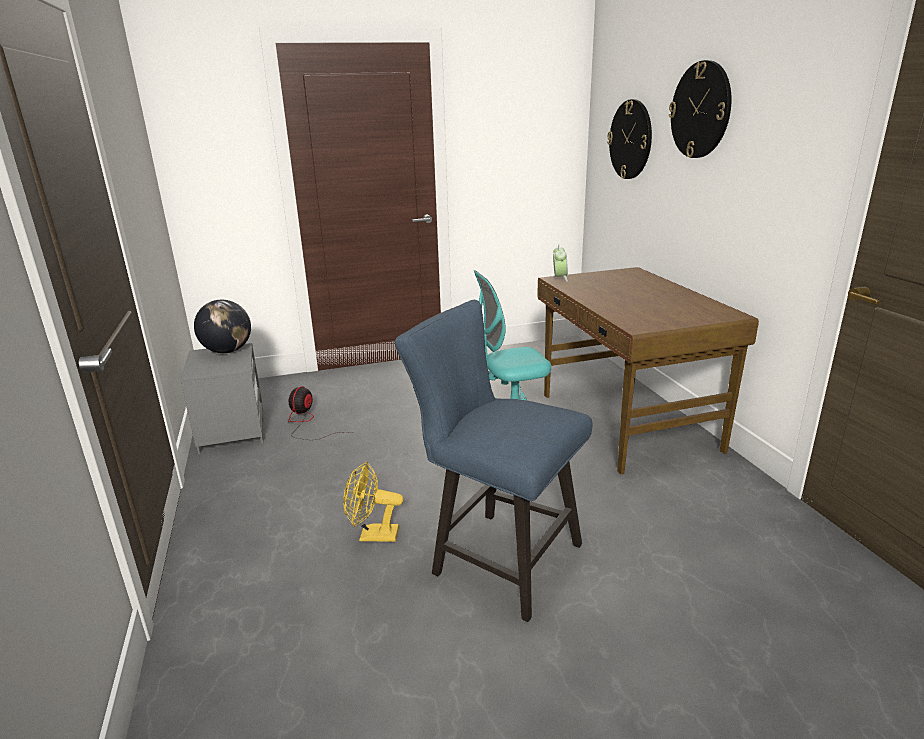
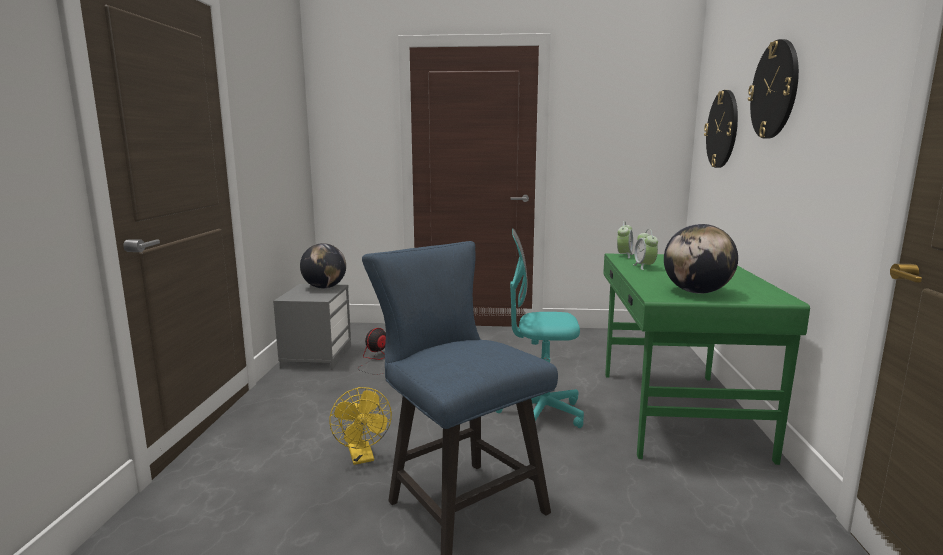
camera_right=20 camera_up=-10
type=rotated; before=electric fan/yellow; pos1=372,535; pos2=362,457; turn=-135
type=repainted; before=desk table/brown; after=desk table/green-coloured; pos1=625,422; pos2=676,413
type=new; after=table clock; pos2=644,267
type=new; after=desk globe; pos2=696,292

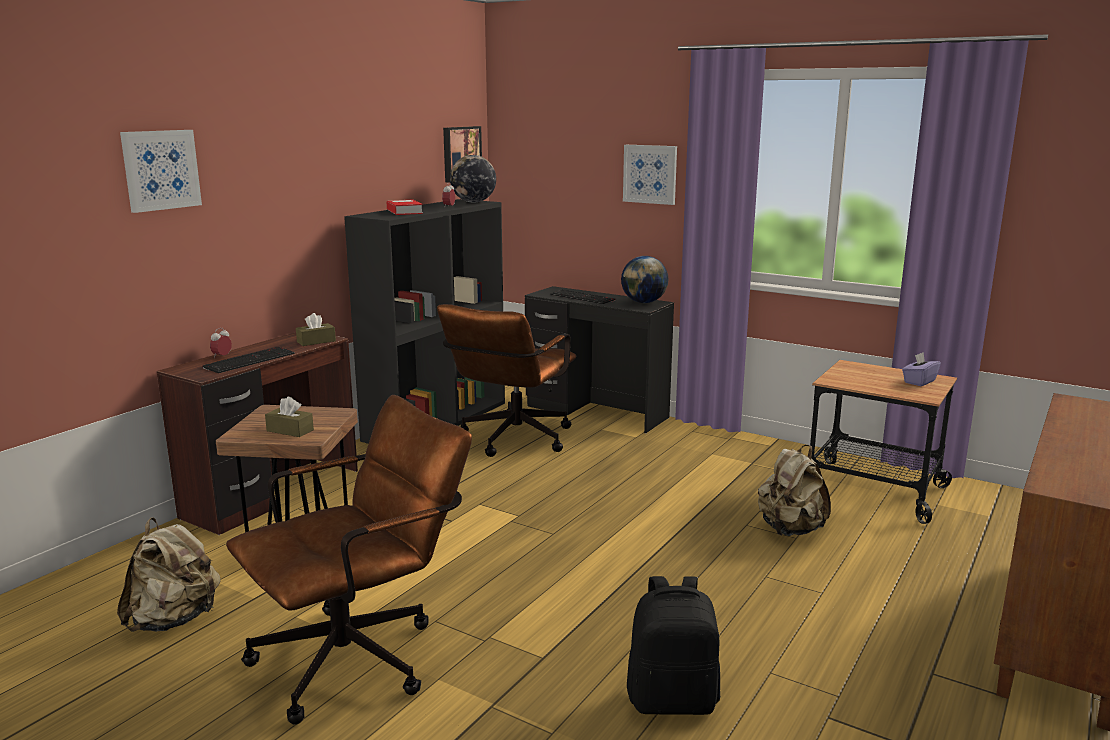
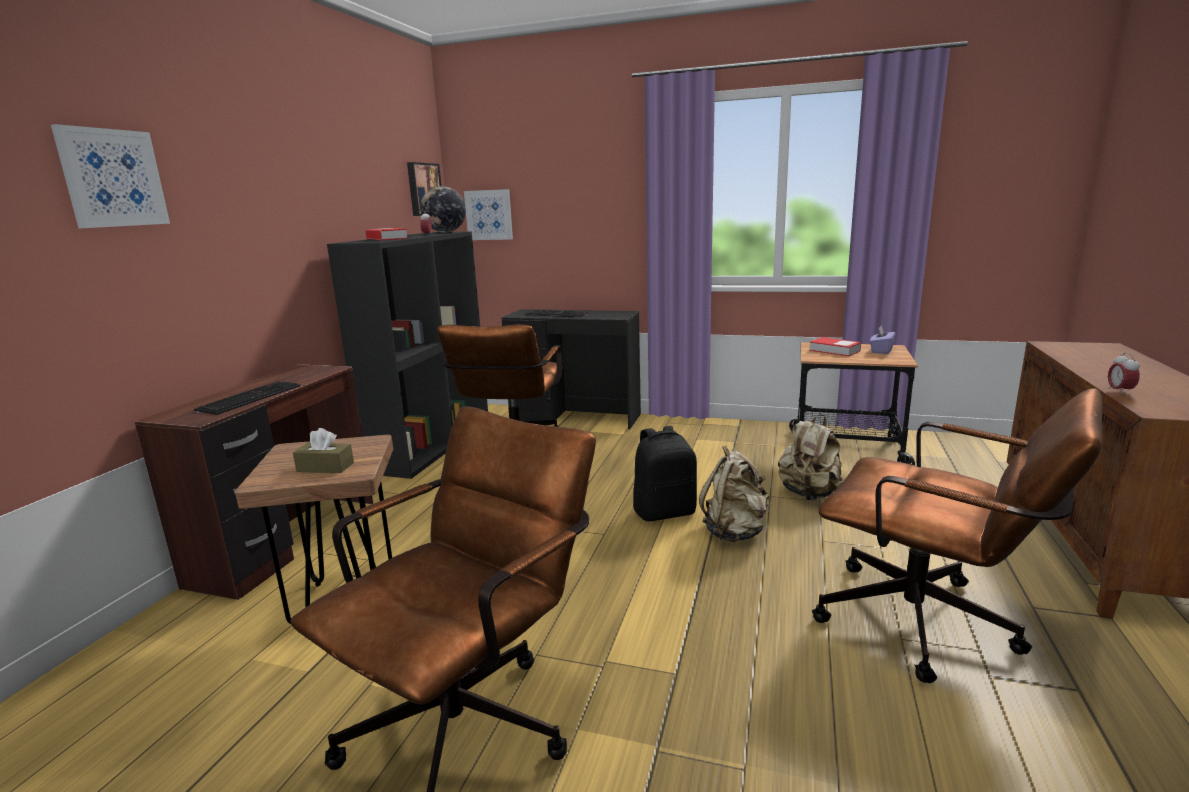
camera_right=-15 camera_up=0
type=shifted; before=wall picture; pos1=650,174; pos2=489,215
type=shifted; before=rucksack/black; pos1=673,699; pos2=664,512
type=shifted; before=rucksack/beige-coloured; pos1=174,620; pos2=735,532
type=new; after=volume; pos2=834,350
type=new; after=office chair/brown; pos2=932,626
type=shifted; before=table clock; pos1=222,356; pos2=1119,391
type=gone; before=tissue holder/brown; pos1=316,341
type=gone; before=desk globe; pos1=644,302

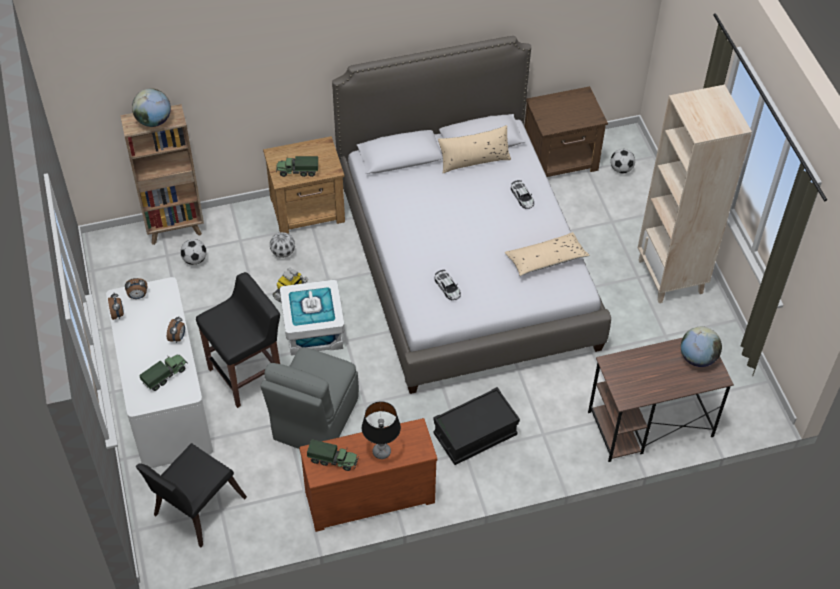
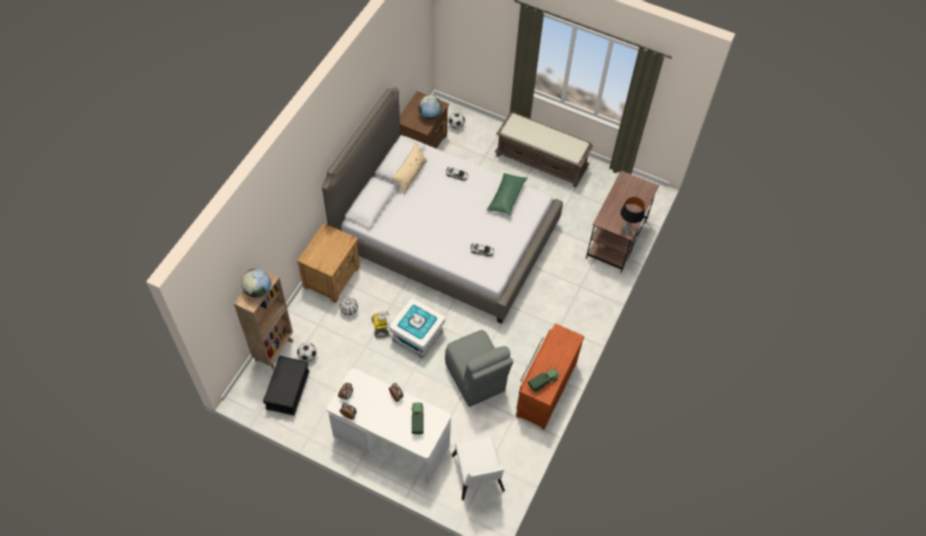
camera_right=-50 camera_up=5
type=shifted; before=storage bin/black; pos1=475,435; pos2=288,390
type=shifted; before=desk globe; pos1=697,358; pos2=430,115
type=repainted; before=upright chair/black; after=upright chair/white-coloured; pos1=195,510; pos2=477,477
type=repainted; before=throw pillow/beige-coloured; after=throw pillow/green-coloured; pos1=546,259; pos2=506,197
type=swapped; before=bookshelf/beige-coloured; after=indoor bench/brown; pos1=671,277; pos2=542,161
type=shifted; before=lamp for a table; pos1=382,452; pos2=627,229
type=gone; before=stool/black; pos1=247,375
type=gone; before=toy truck; pos1=297,171

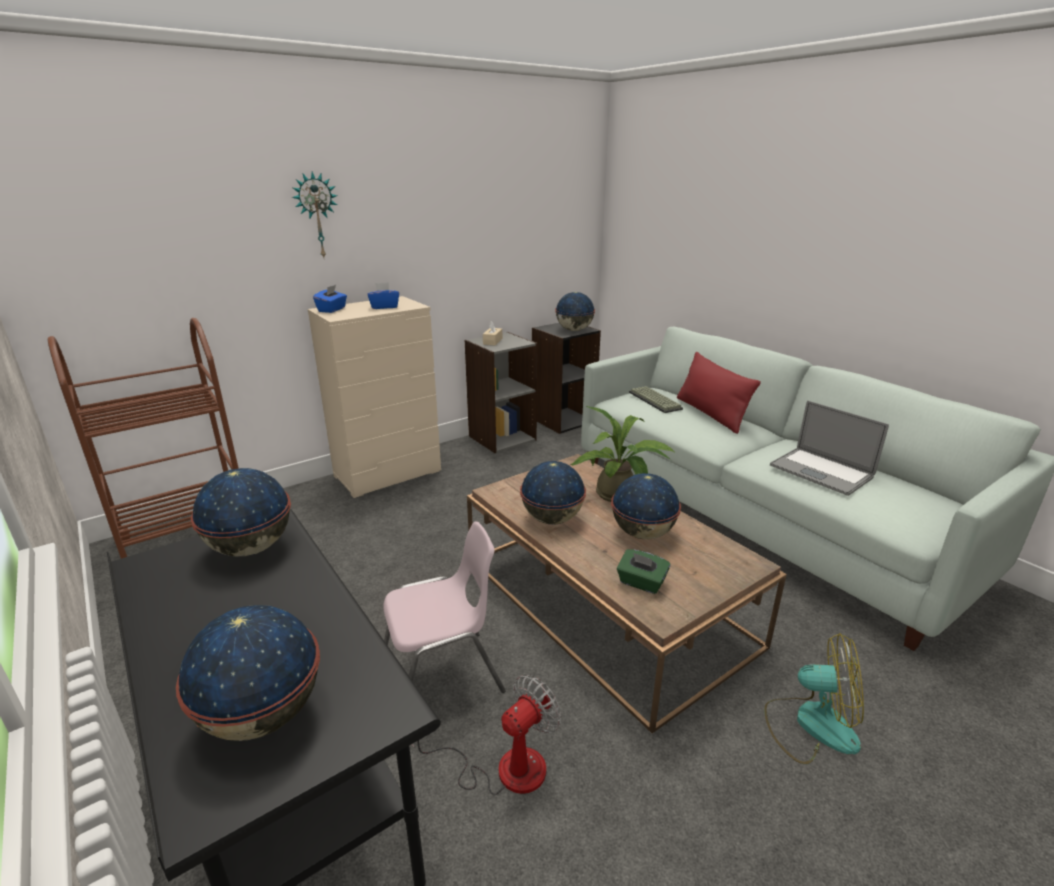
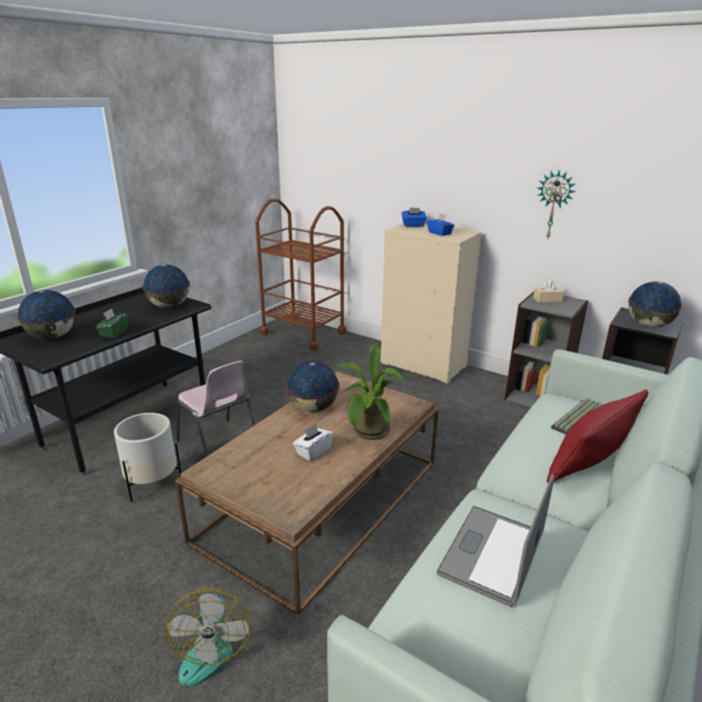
camera_right=70 camera_up=0
type=shifted; before=tissue holder/green-coloured; pos1=641,583; pos2=114,333
type=swapped; before=electric fan; after=plant pot/white-coloured; pos1=503,769; pos2=152,484
type=swapped; before=desk globe; after=tissue holder/white-coloured; pos1=643,533; pos2=313,451
type=shifted; before=hanging clock; pos1=316,216; pos2=554,205

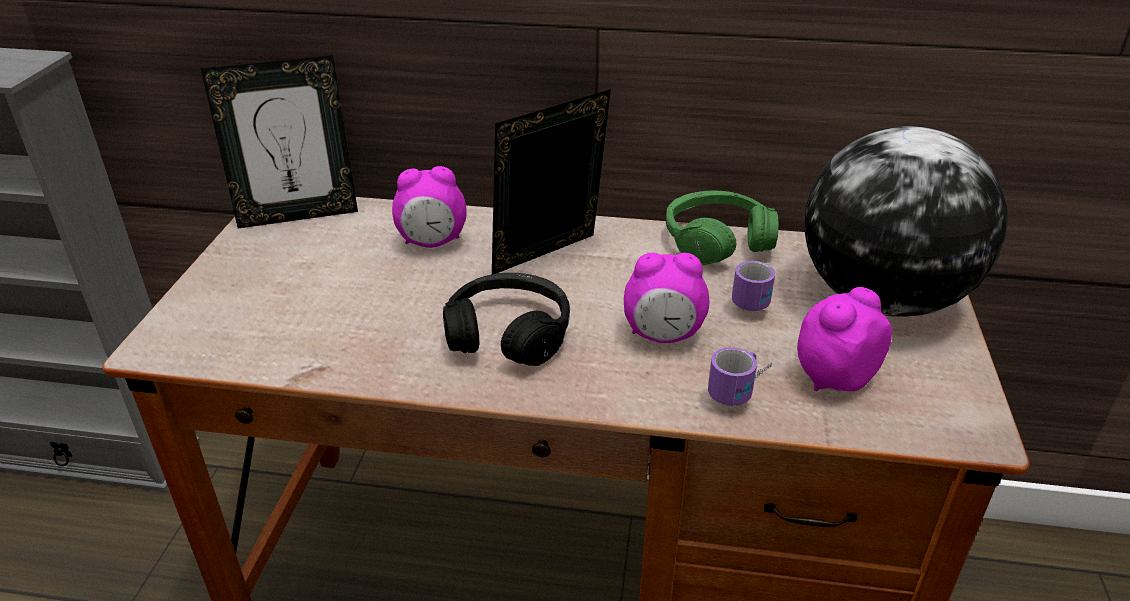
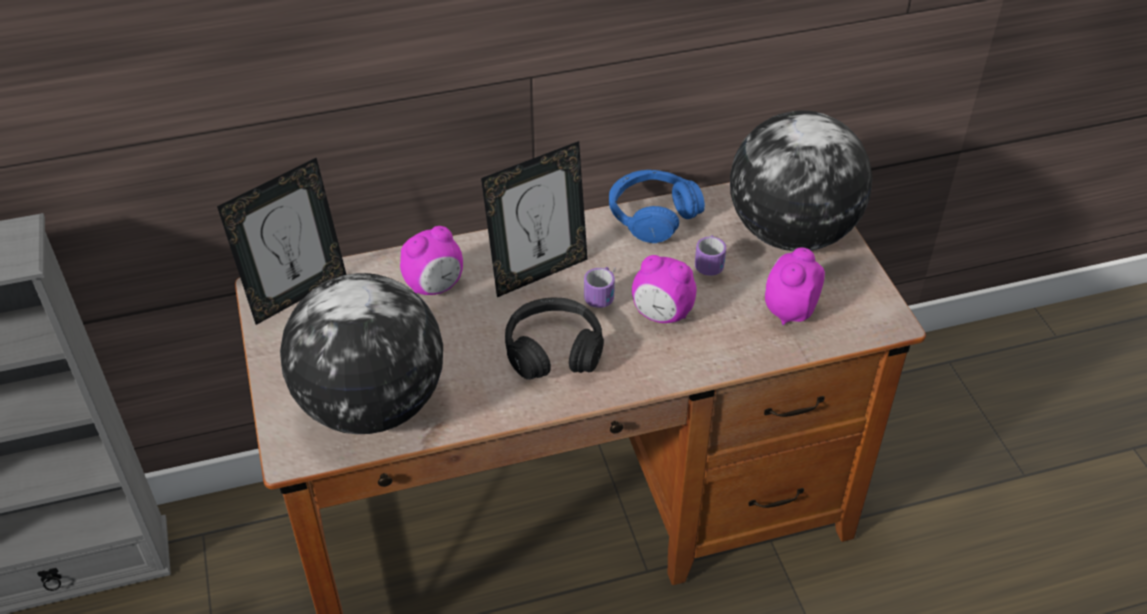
camera_right=-25 camera_up=10
type=new; after=desk globe; pos2=370,405
type=rotated; before=photo frame; pos1=550,259; pos2=538,272; turn=-150
type=shifted; before=coffee mug; pos1=744,390; pos2=605,292
type=repainted; before=pair of headphones/green-coloured; after=pair of headphones/blue; pos1=717,241; pos2=652,215
type=rotated; before=table clock; pos1=663,335; pos2=662,314; turn=45

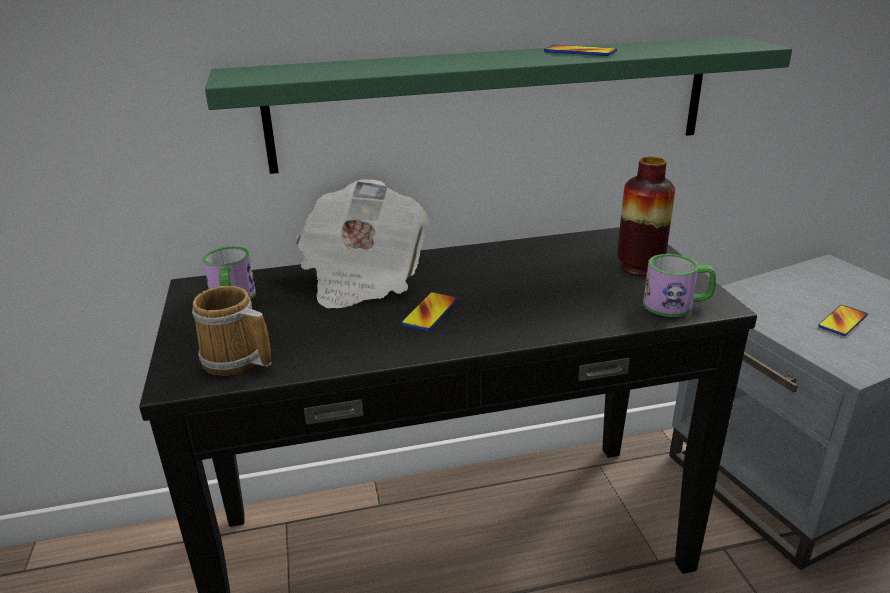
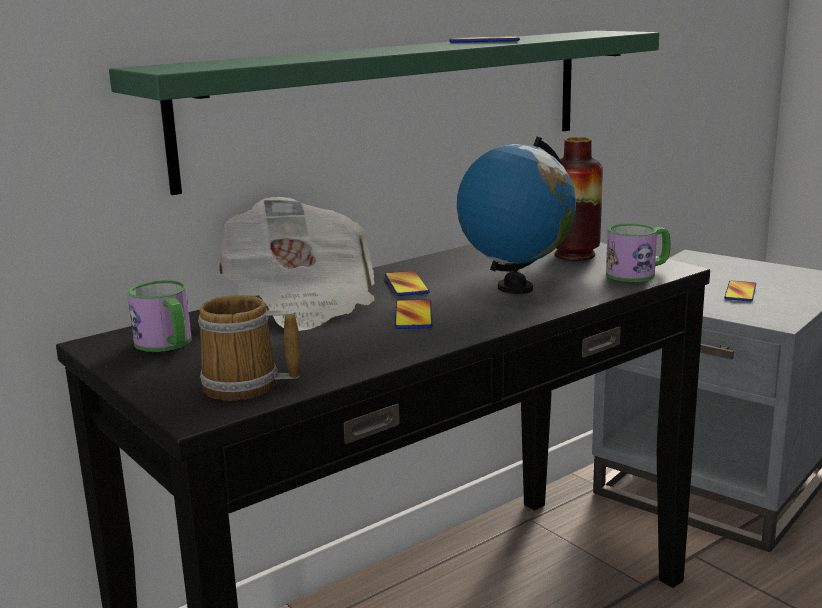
camera_right=-25 camera_up=-10
type=new; after=phone; pos2=406,285
type=new; after=desk globe; pos2=515,288

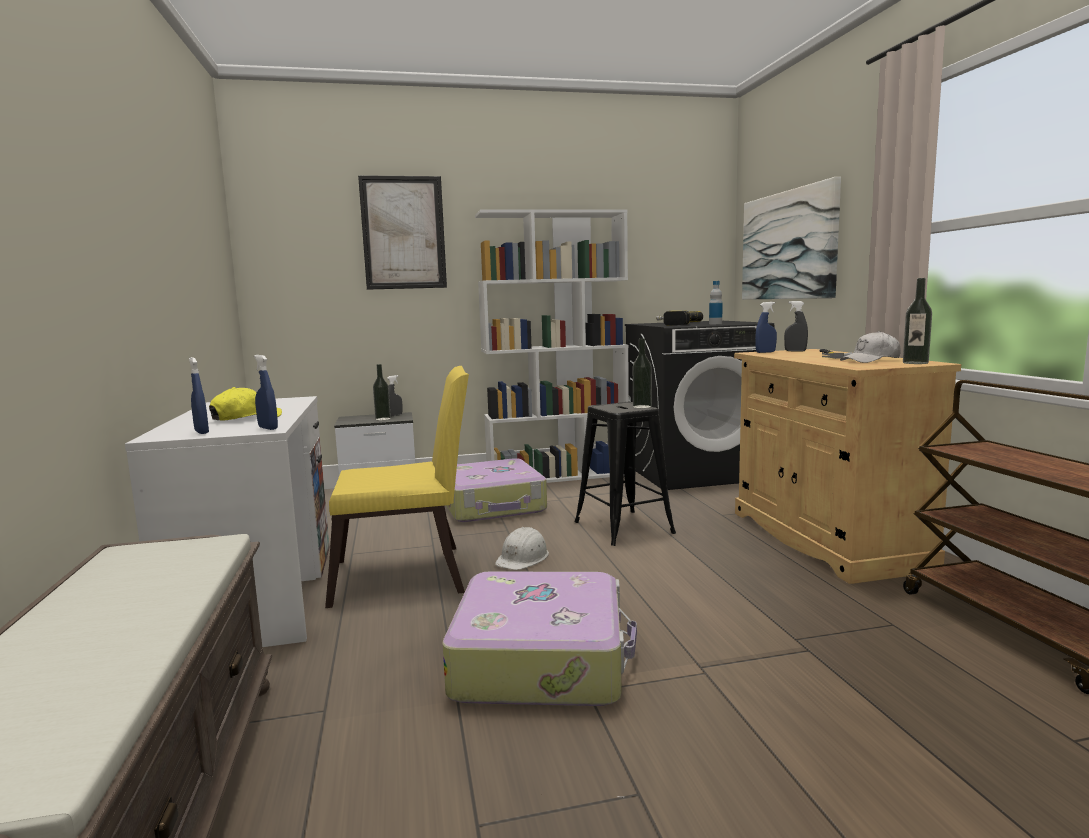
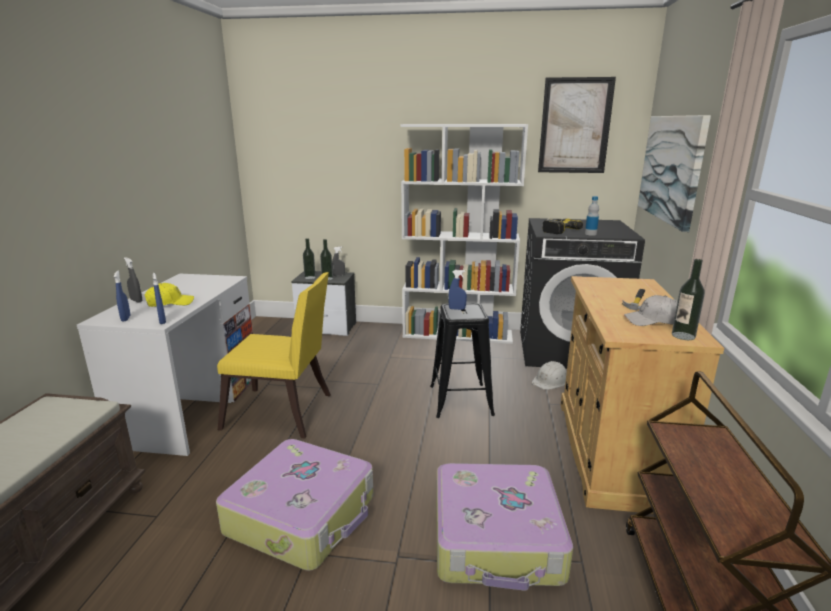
camera_right=20 camera_up=10
type=shifted; before=spray bottle/gray; pos1=795,351; pos2=136,301
type=shifted; before=bottle; pos1=642,407; pos2=310,277
type=shifted; before=travel case; pos1=493,505; pos2=497,539
type=shifted; before=spray bottle/blue; pos1=765,352; pos2=457,309
type=shifted; before=hard hat/white-coloured; pos1=523,558; pos2=550,381
type=shifted; before=wall picture; pos1=403,233; pos2=575,126

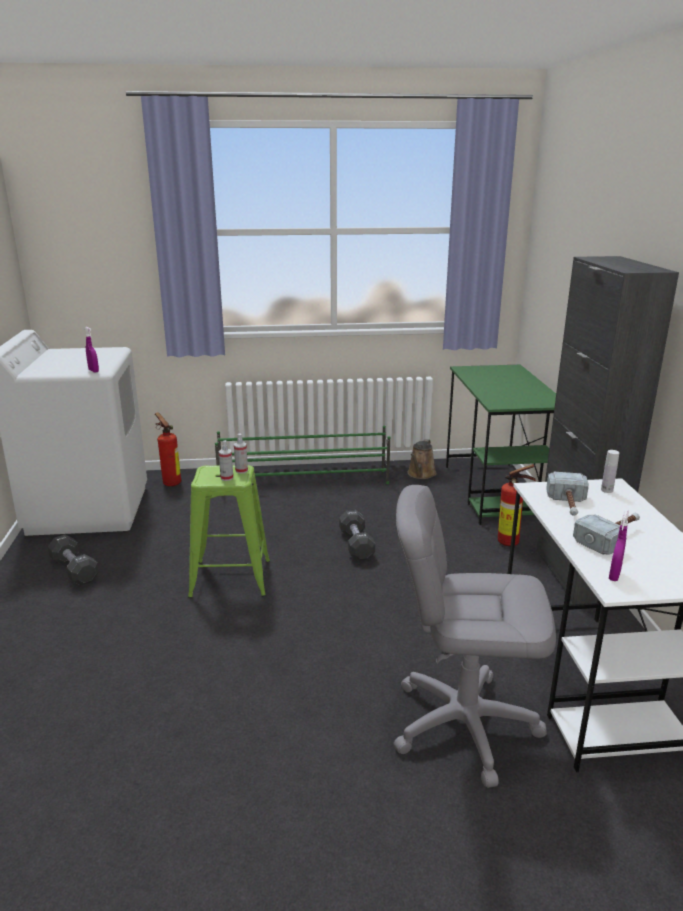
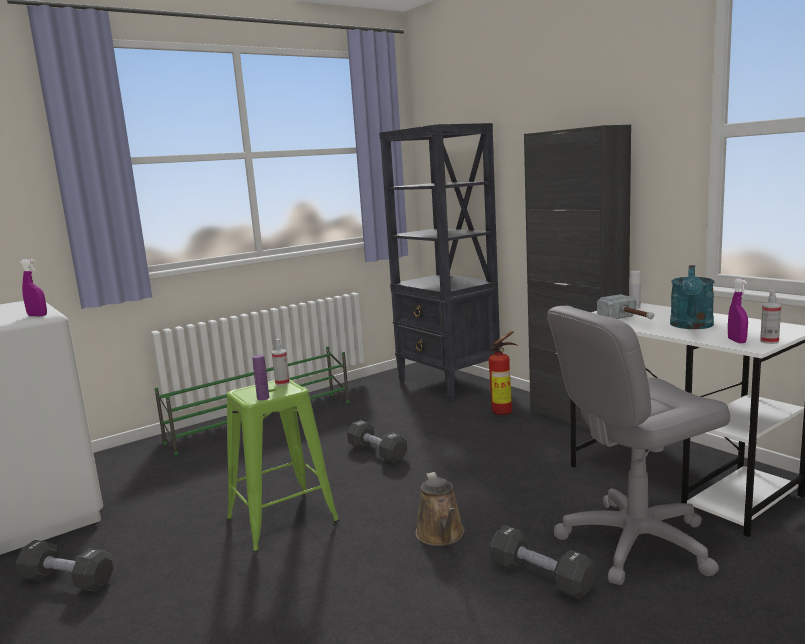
camera_right=-30 camera_up=-10
type=new; after=bottle/purple; pos2=263,398
type=swapped; before=desk table/green-coloured; after=bookshelf/black; pos1=496,492; pos2=448,383
type=shifted; before=sprinkling can/brown; pos1=421,474; pos2=441,535
type=new; after=free weight/black; pos2=540,577
type=swapped; before=hammer; after=sprinkling can/turquoise-coloured; pos1=611,537; pos2=691,326
type=shifted; before=spray bottle; pos1=227,478; pos2=769,341
type=gone; before=fire extinguisher; pos1=170,482

